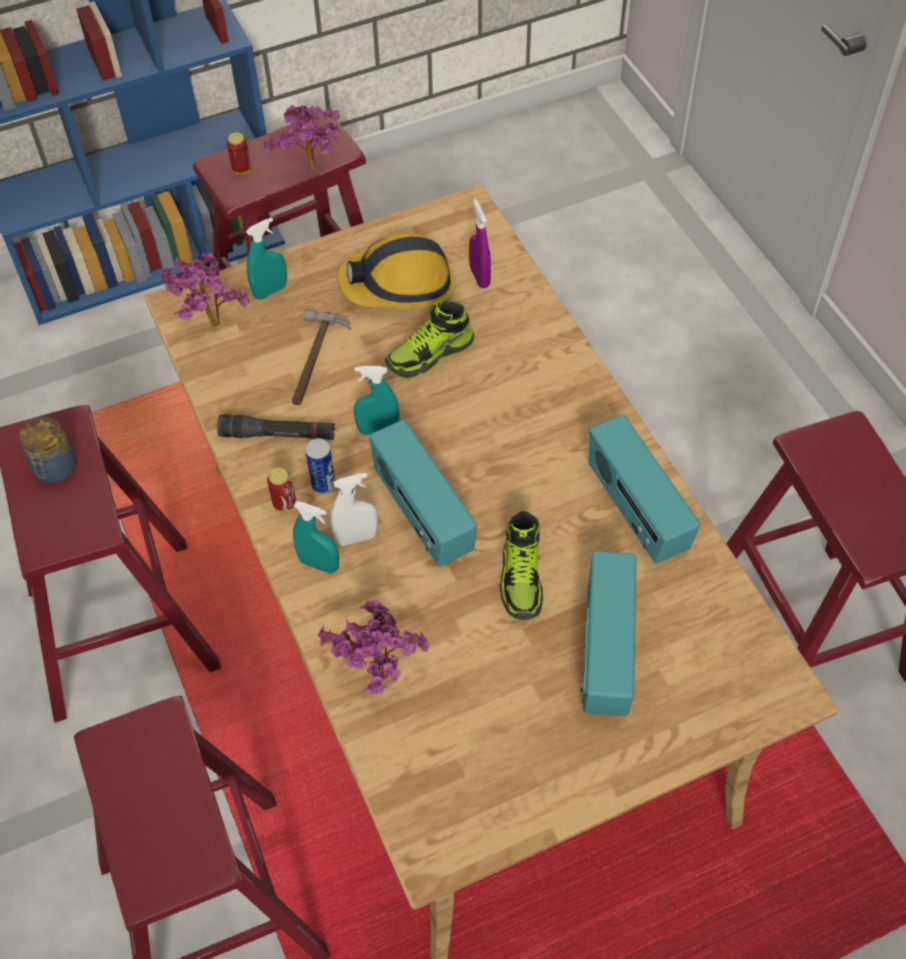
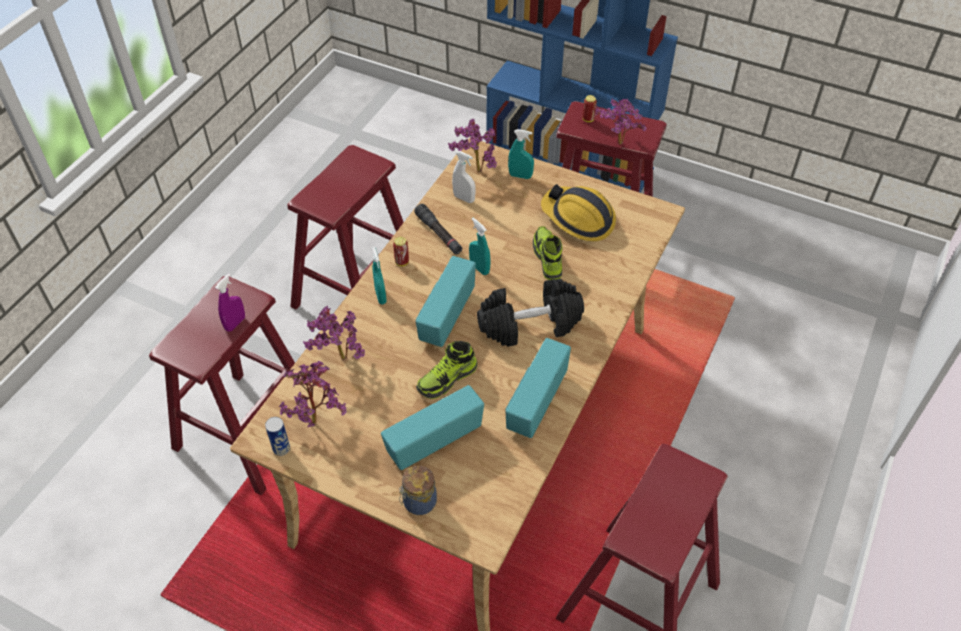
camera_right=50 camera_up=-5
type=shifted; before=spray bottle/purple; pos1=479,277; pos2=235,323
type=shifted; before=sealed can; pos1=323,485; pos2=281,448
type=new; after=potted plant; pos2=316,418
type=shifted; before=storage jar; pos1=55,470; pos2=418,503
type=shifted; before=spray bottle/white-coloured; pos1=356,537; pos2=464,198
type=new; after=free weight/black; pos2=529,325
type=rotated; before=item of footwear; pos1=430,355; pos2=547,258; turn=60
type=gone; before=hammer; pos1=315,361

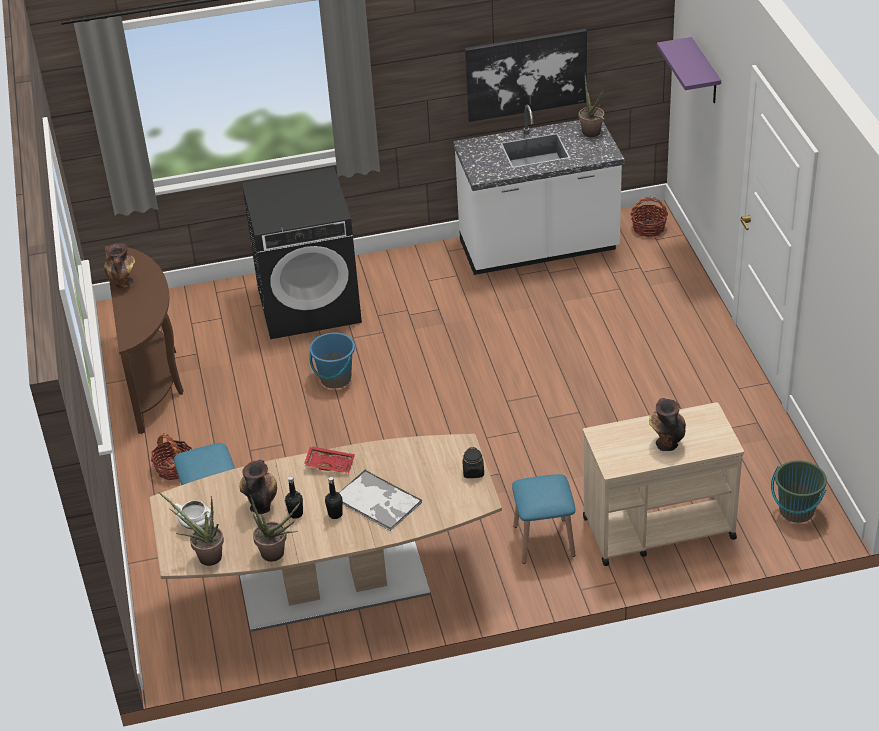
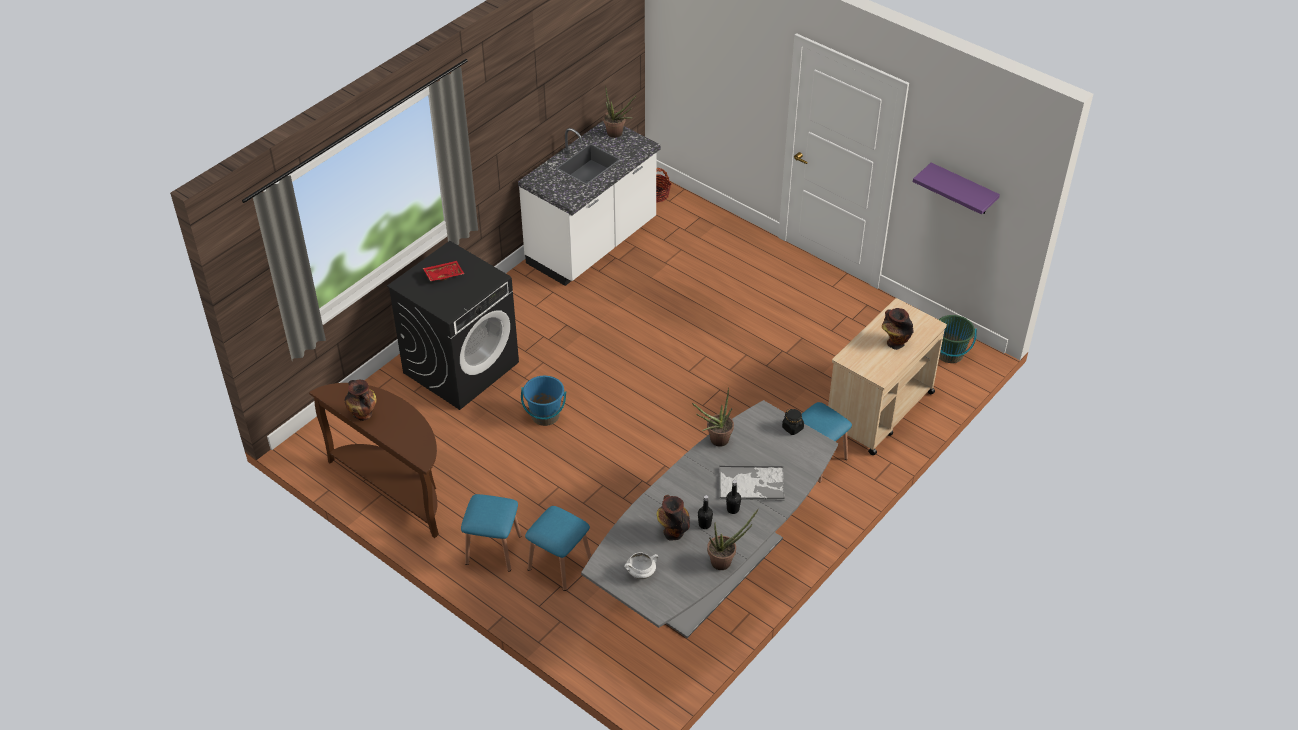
camera_right=-40 camera_up=5
type=shifted; before=carrying tray/red; pos1=330,464; pos2=443,274
type=swapped; before=basket; after=stool/blue; pos1=174,468; pos2=493,549
type=repainted; before=dinner table/brown; after=dinner table/gray; pos1=335,586; pos2=711,570
type=shifted; before=potted plant; pos1=205,556; pos2=715,441
type=shifted; before=shelf/purple; pos1=705,72; pos2=962,190
type=gone; before=wall picture; pos1=526,74

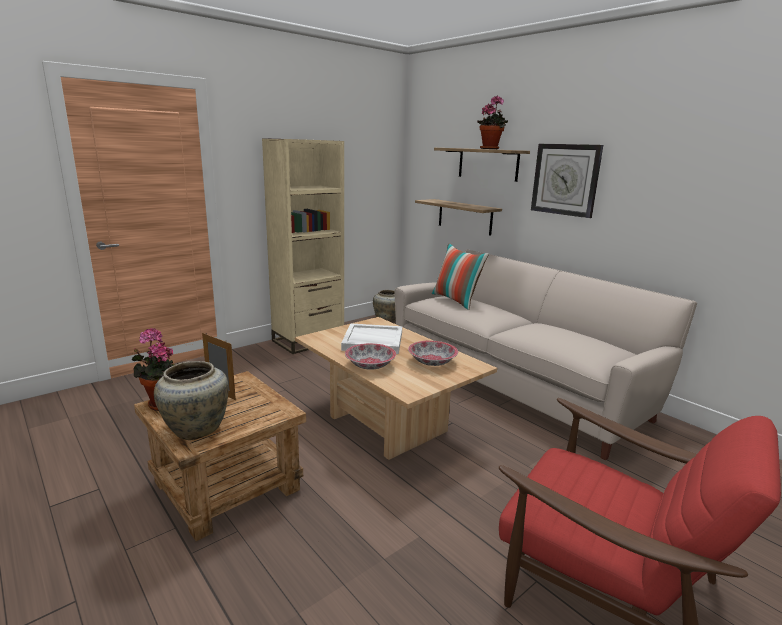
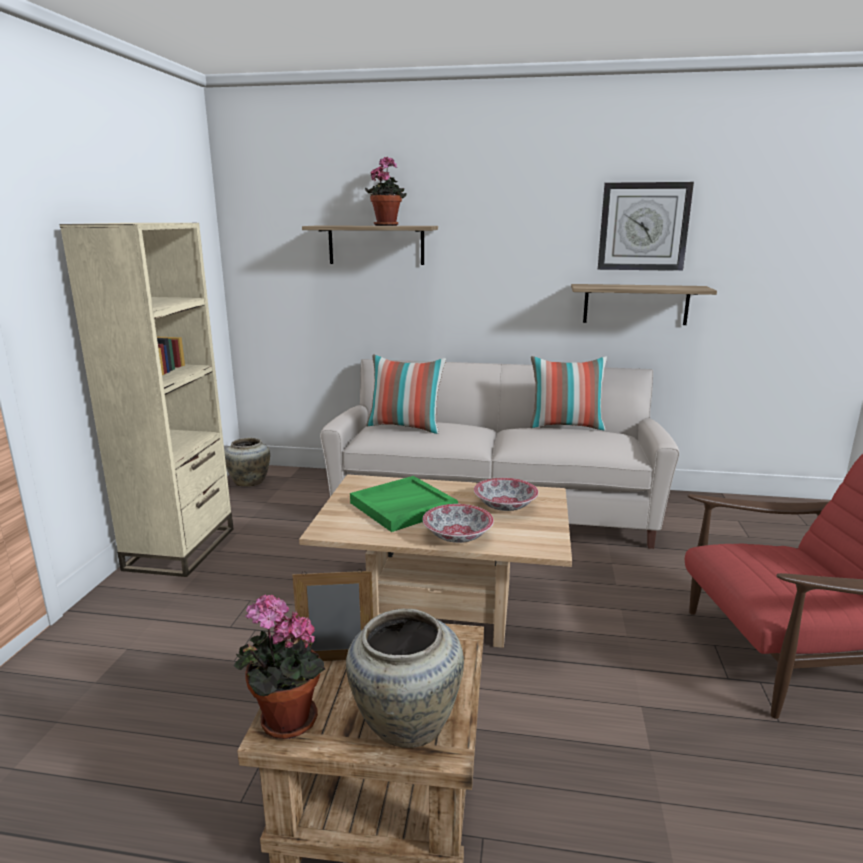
camera_right=-40 camera_up=0
type=repainted; before=carrying tray/white-coloured; after=carrying tray/green-coloured; pos1=372,341; pos2=403,507
type=new; after=throw pillow; pos2=566,426
type=shifted; before=shelf; pos1=465,216; pos2=635,304
type=shifted; before=hanging clock; pos1=565,179; pos2=643,226

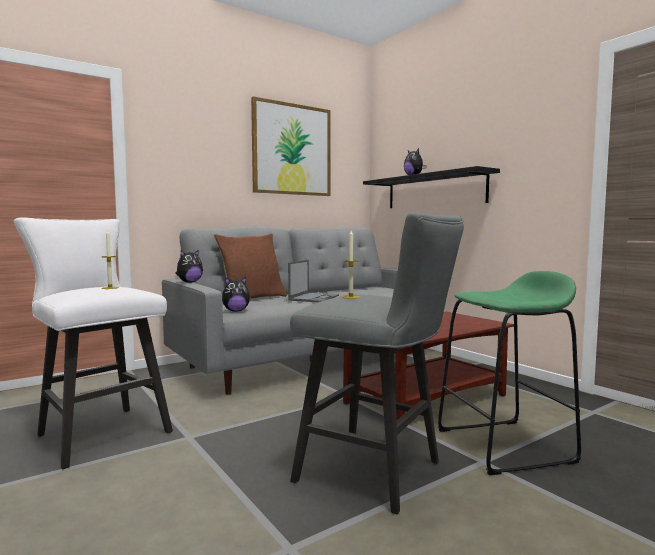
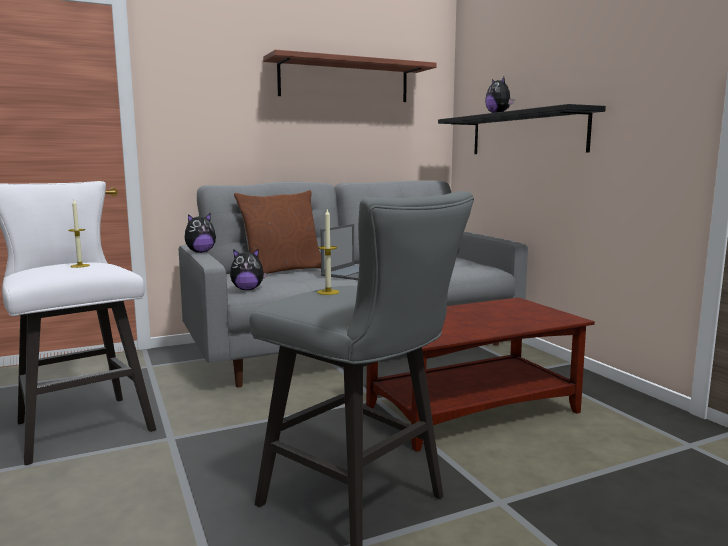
camera_right=10 camera_up=5
type=swapped; before=wall picture; after=shelf; pos1=292,149; pos2=344,81
type=gone; before=stool/green-coloured; pos1=504,445

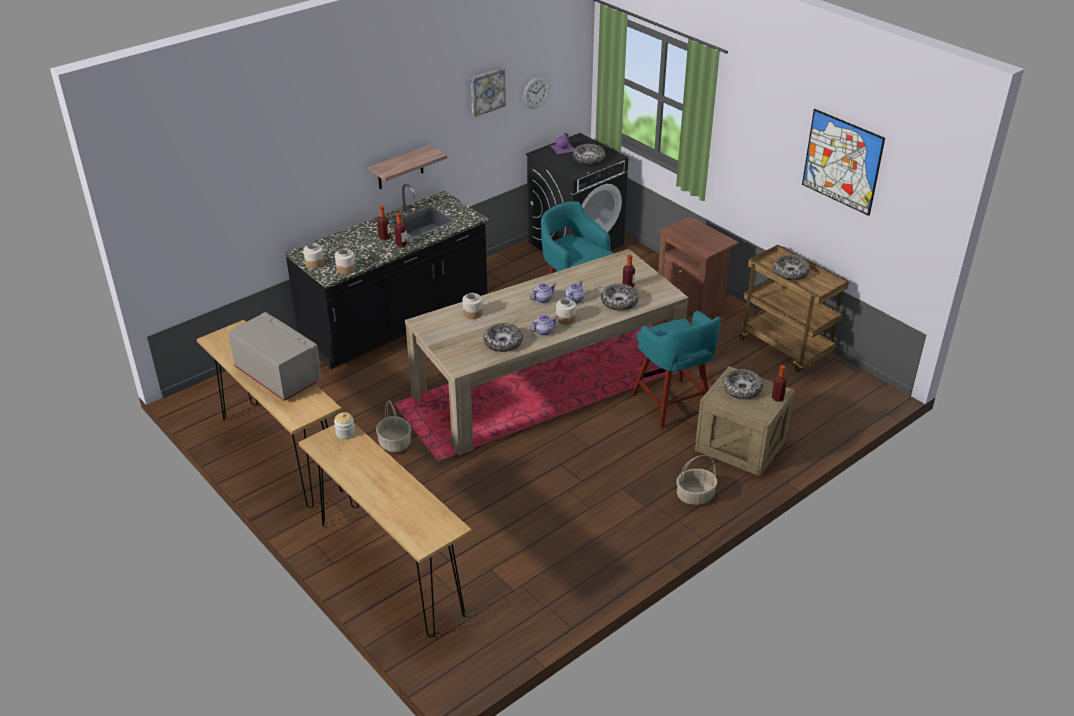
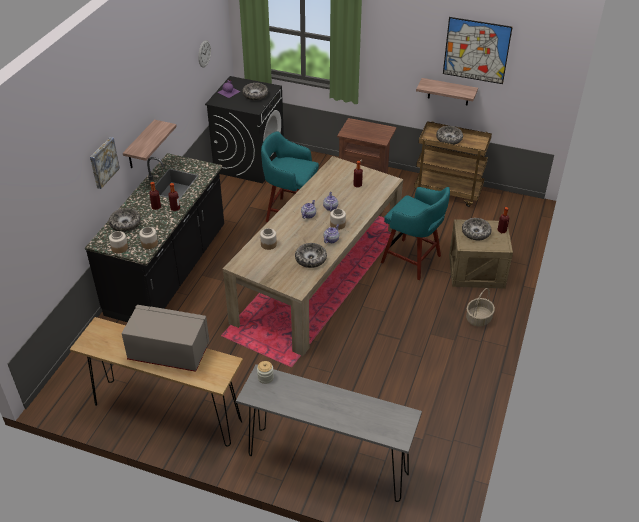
camera_right=-30 camera_up=5
type=shifted; before=wall picture; pos1=487,91; pos2=103,162
type=shifted; before=bowl; pos1=619,302; pos2=125,224
type=repainted; before=narrow table/brown; after=narrow table/gray; pos1=390,568; pos2=327,464
type=new; after=shelf; pos2=448,92
type=gone; before=basket; pos1=394,443

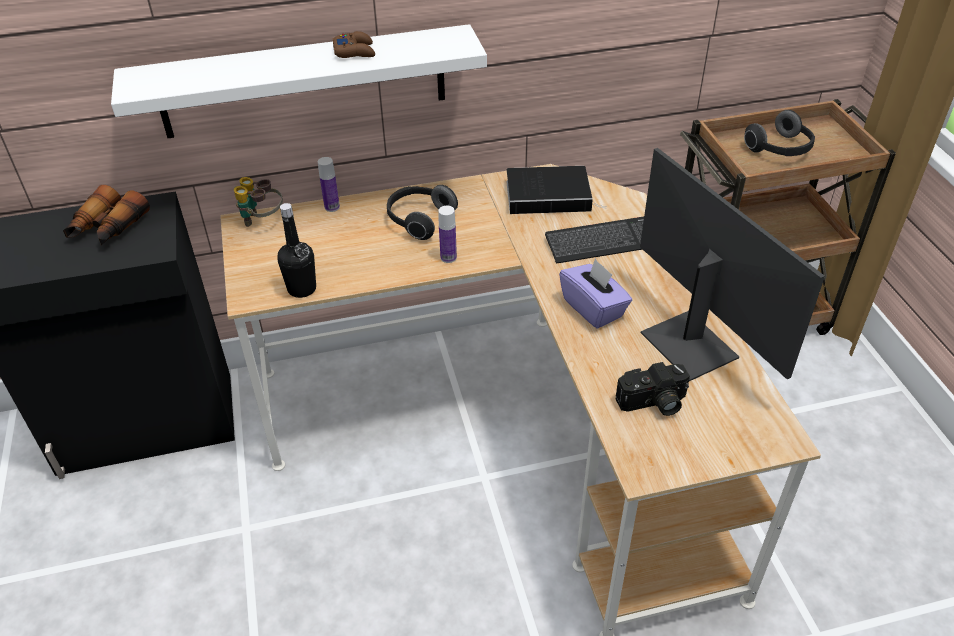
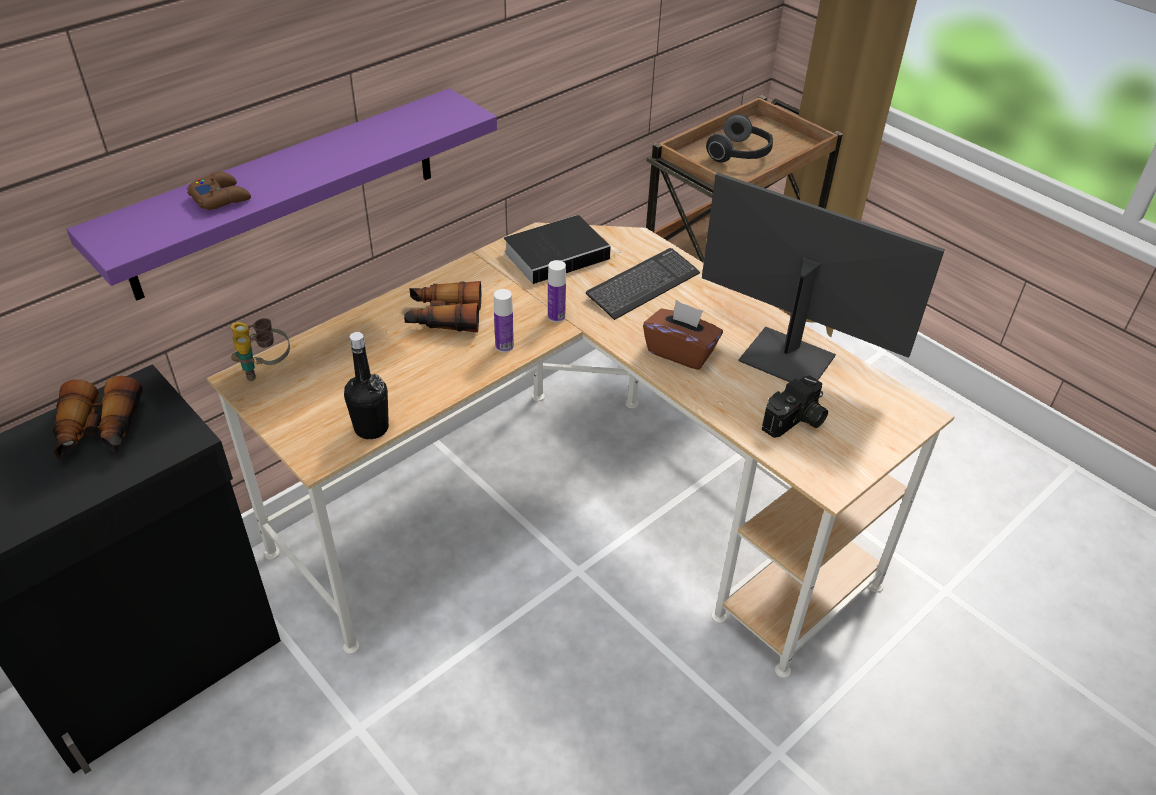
camera_right=-30 camera_up=0
type=repainted; before=shelf/white-coloured; after=shelf/purple; pos1=304,82; pos2=286,193
type=shifted; before=game controller/brown; pos1=355,51; pos2=220,197
type=swapped; before=pair of headphones; after=pair of binoculars; pos1=419,220; pos2=444,317
type=shifted; before=bottle; pos1=332,207; pos2=556,317
type=repainted; before=tissue holder/purple; after=tissue holder/brown; pos1=593,308; pos2=680,352

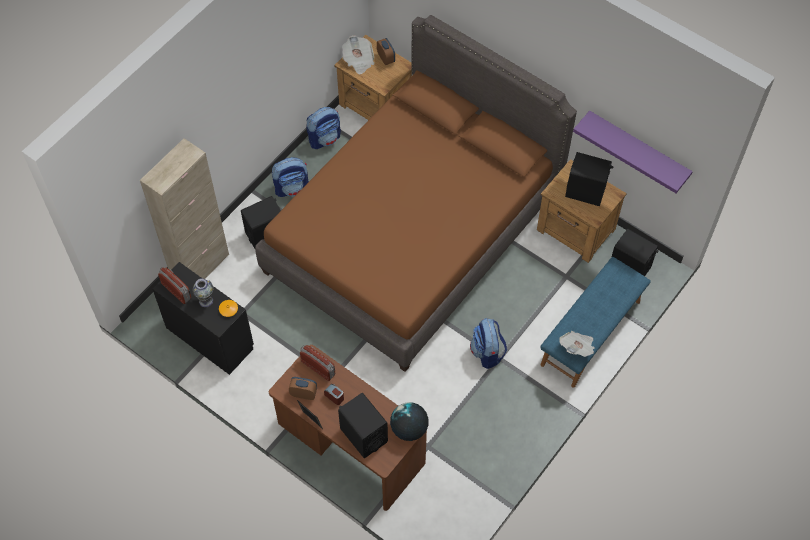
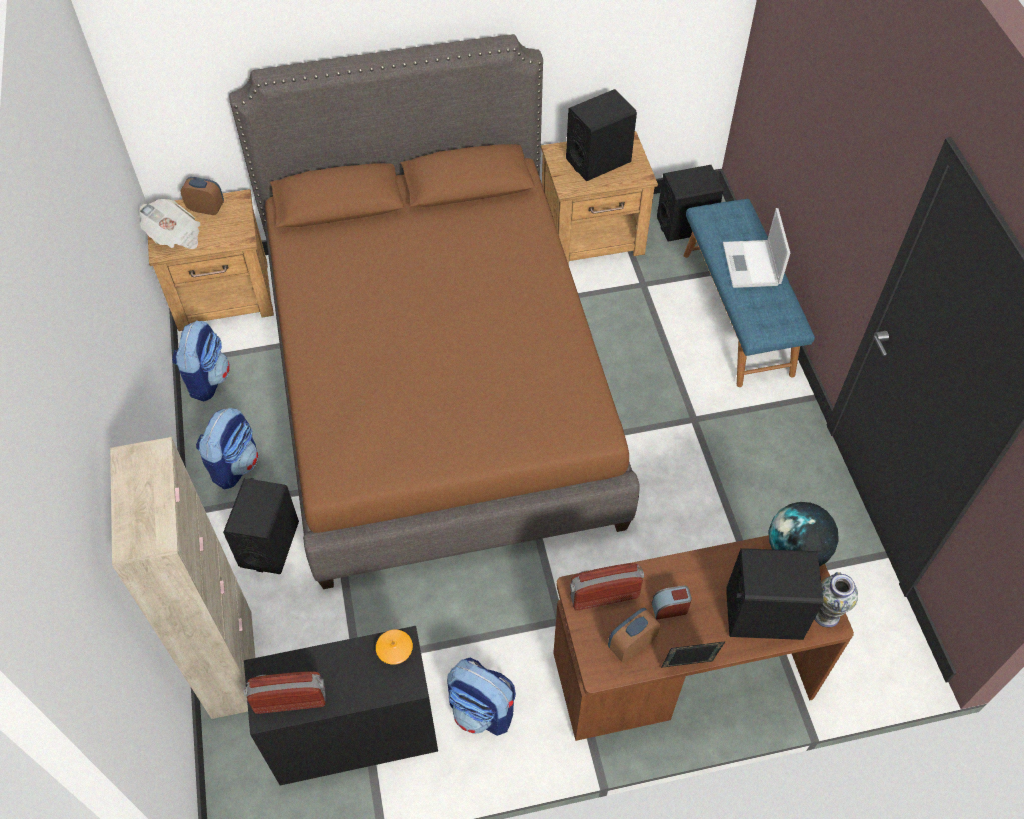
camera_right=-50 camera_up=-5
type=shifted; before=rucksack; pos1=487,352; pos2=482,710
type=new; after=portable computer; pos2=752,265
type=shifted; before=decorative vase; pos1=206,300; pos2=825,614
type=gone; before=daily paper; pos1=577,348
type=gone; before=shelf/purple; pos1=638,148

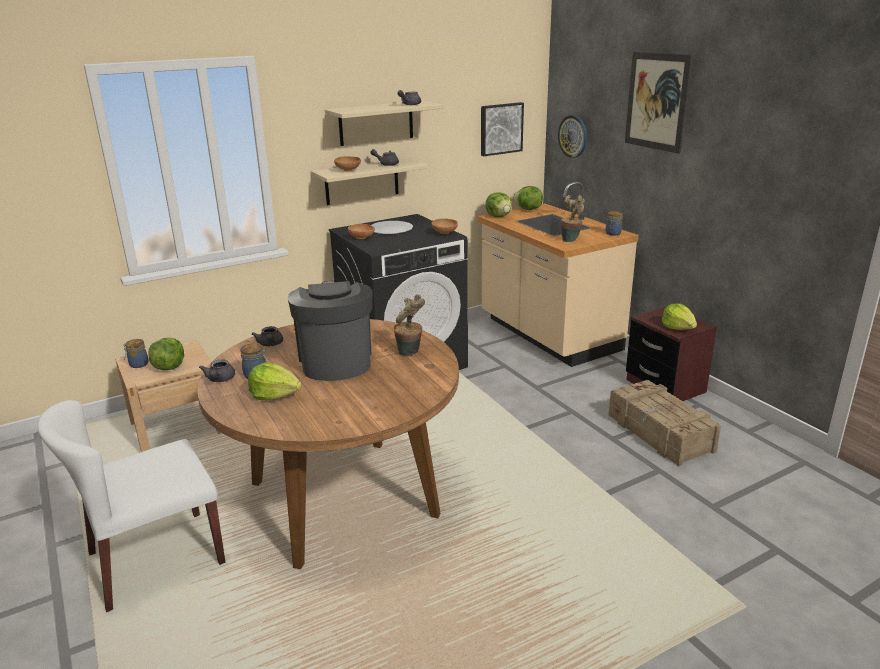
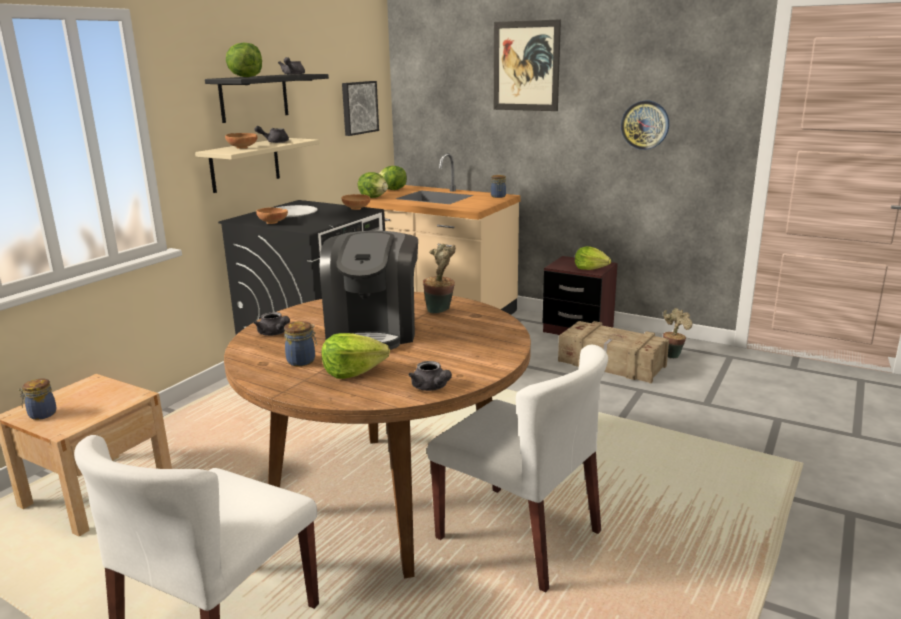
camera_right=-30 camera_up=-5
type=repainted; before=shelf/beige-coloured; after=shelf/black; pos1=376,123; pos2=254,97
type=shifted; before=head of lettuce; pos1=169,367; pos2=245,77
type=rotated; before=coffee brewer; pos1=335,361; pos2=373,331; turn=-135
type=shifted; before=tea pot/gray; pos1=219,380; pos2=431,388
type=new; after=upright chair/white-coloured; pos2=519,536
type=shifted; before=hanging clock; pos1=573,136; pos2=645,125
type=shifted; before=potted plant; pos1=571,240; pos2=673,355

